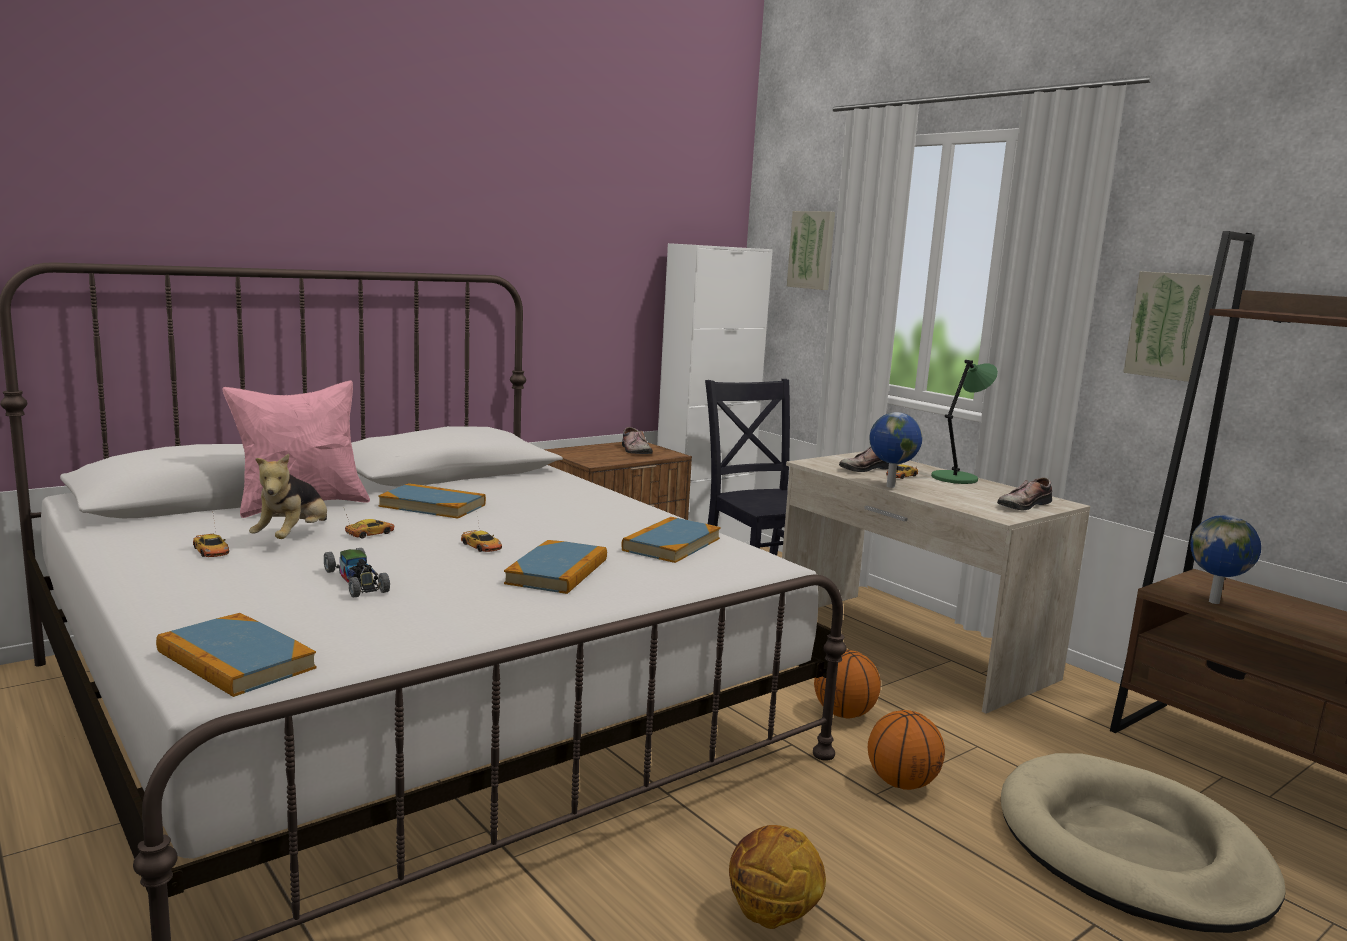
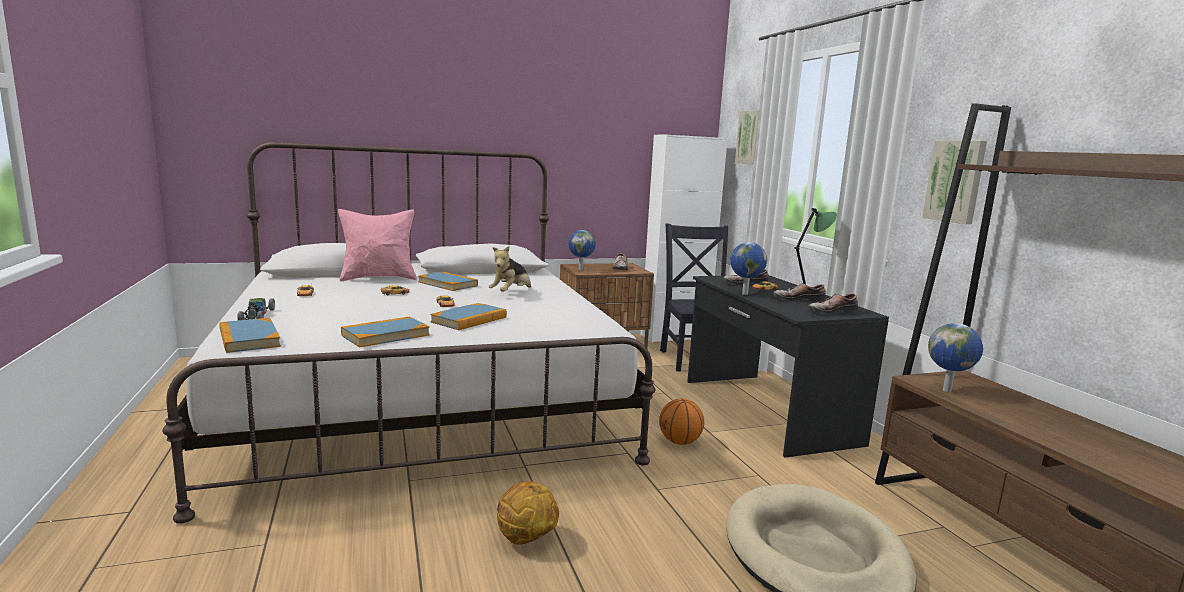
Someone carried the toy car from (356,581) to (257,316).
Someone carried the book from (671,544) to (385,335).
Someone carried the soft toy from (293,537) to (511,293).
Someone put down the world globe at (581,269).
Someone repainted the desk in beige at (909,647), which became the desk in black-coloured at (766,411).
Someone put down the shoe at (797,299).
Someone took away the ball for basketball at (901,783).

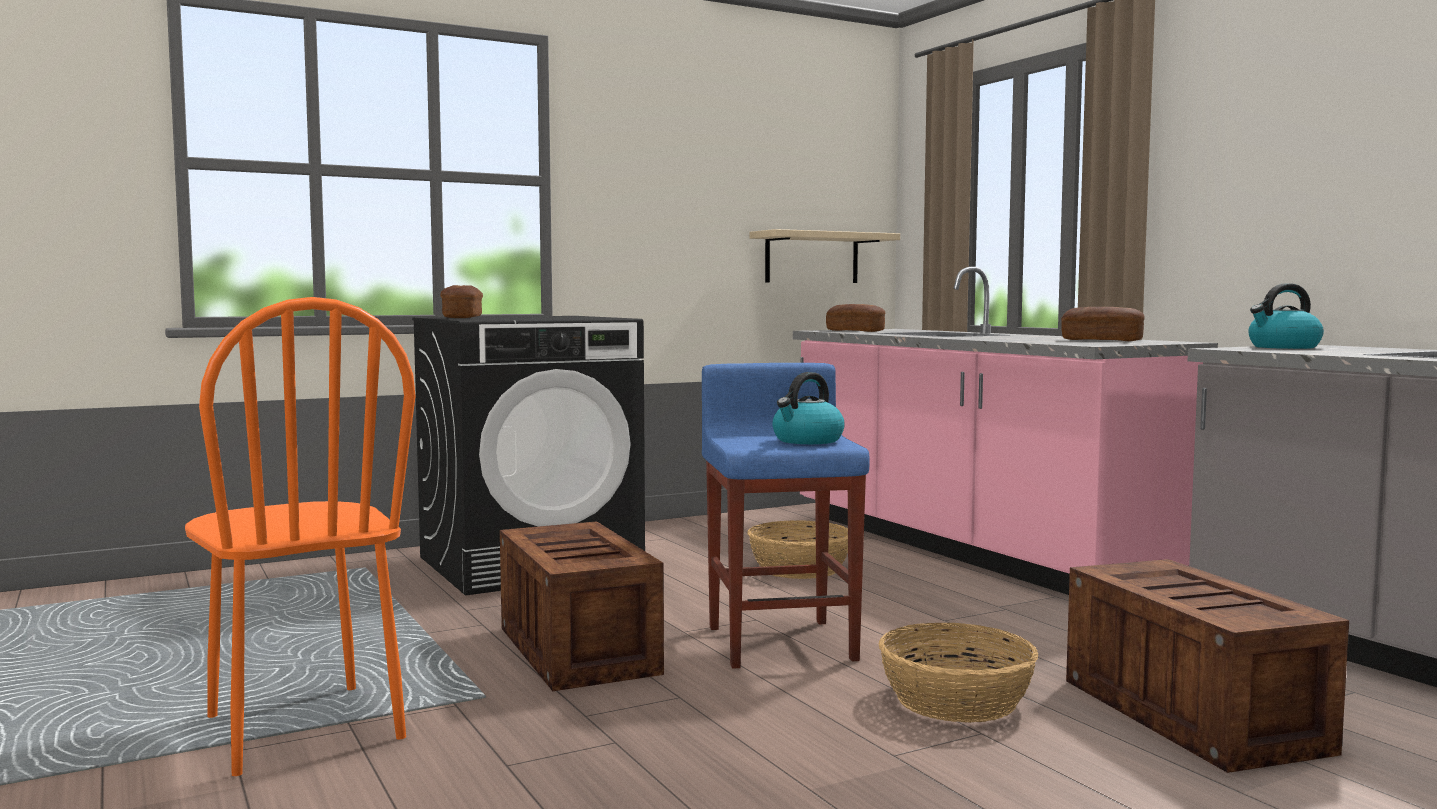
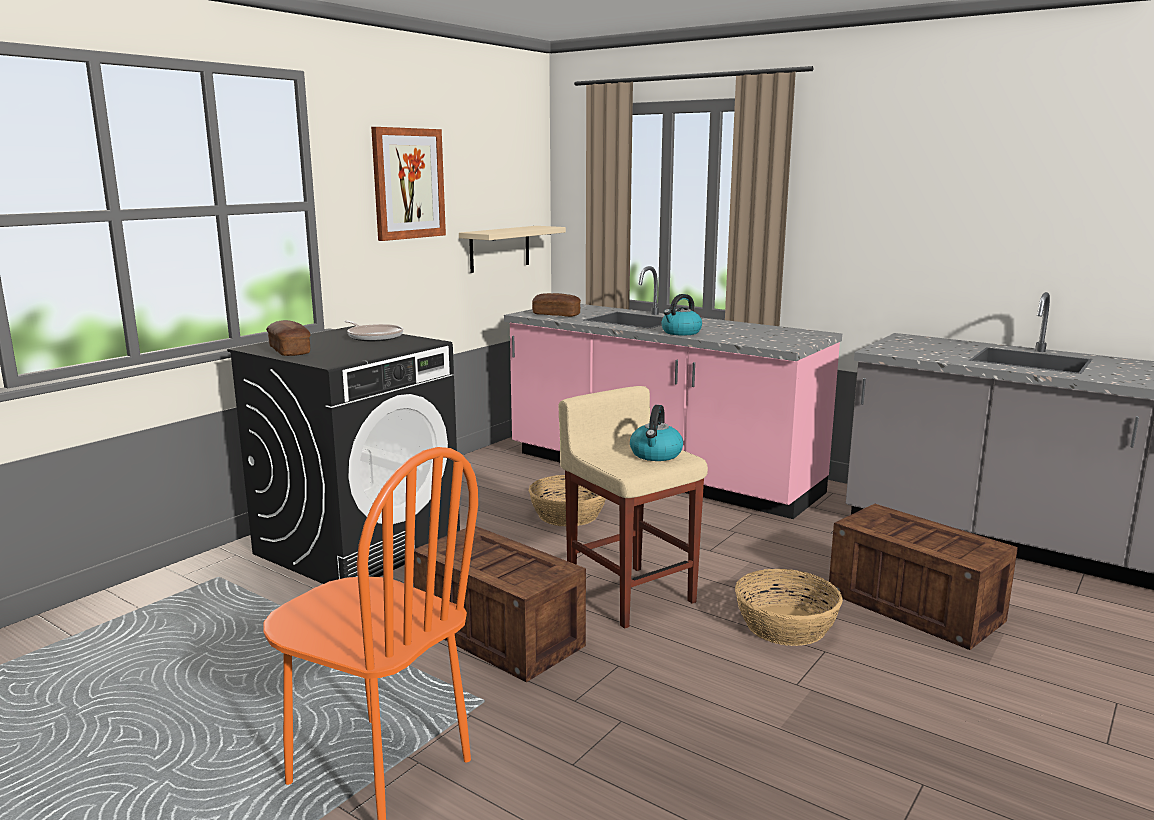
Someone put down the pan at (374,337).
Someone put up the picture at (408,183).
Someone repainted the stool seat in blue at (780,642), which became the stool seat in beige at (630,595).
Someone carried the tea kettle from (1283,347) to (681,332).
Someone took away the bakery bread at (1101,340).

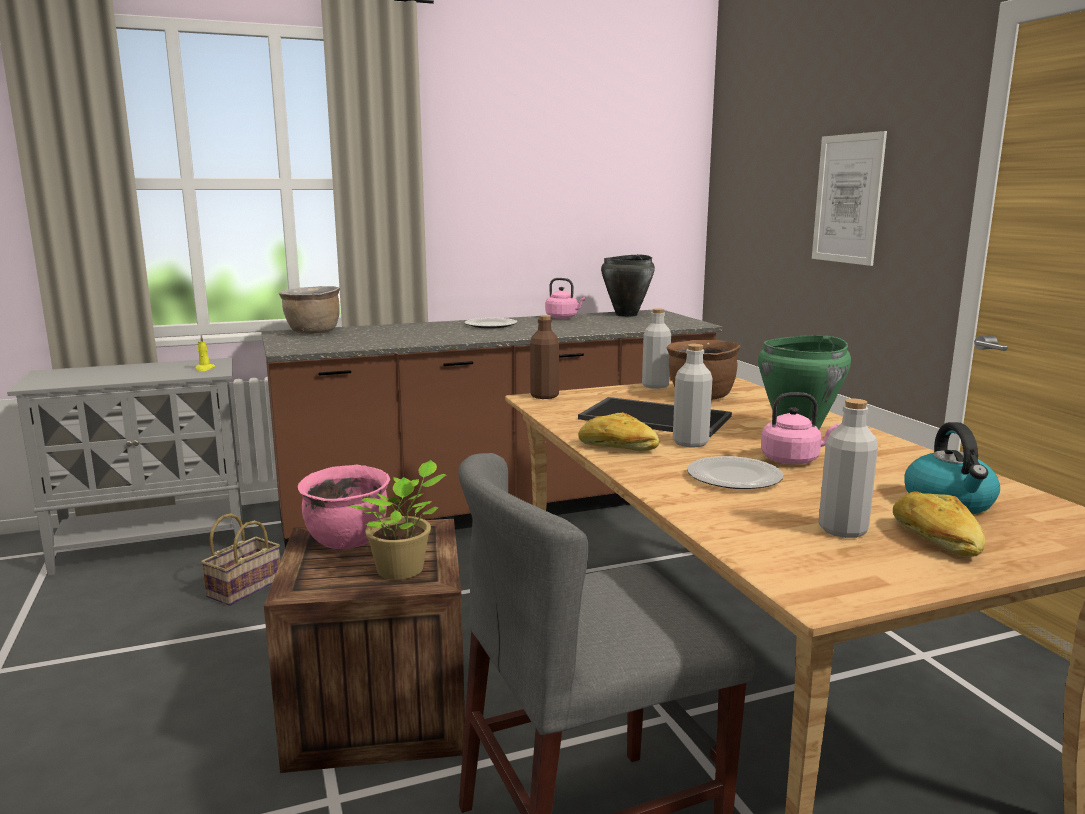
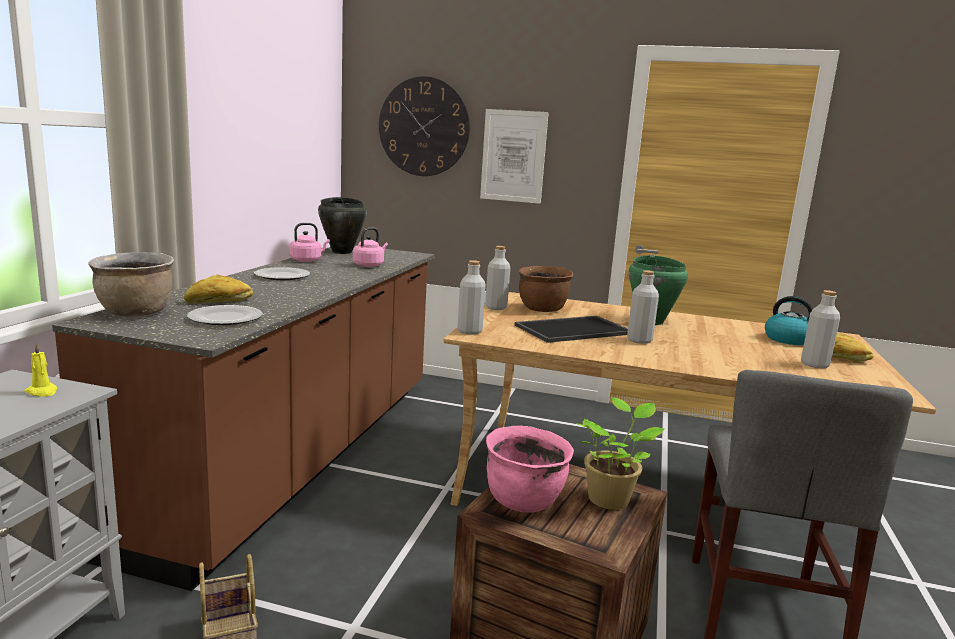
Someone carried the bakery bread from (617,447) to (219,301).
Someone carried the plate from (733,477) to (225,318).
Someone carried the tea kettle in pinkish from (793,460) to (369,265).
Someone put up the wall clock at (424,127).
Someone repainted the drink bottle in brown at (544,396), which became the drink bottle in grey at (469,331).

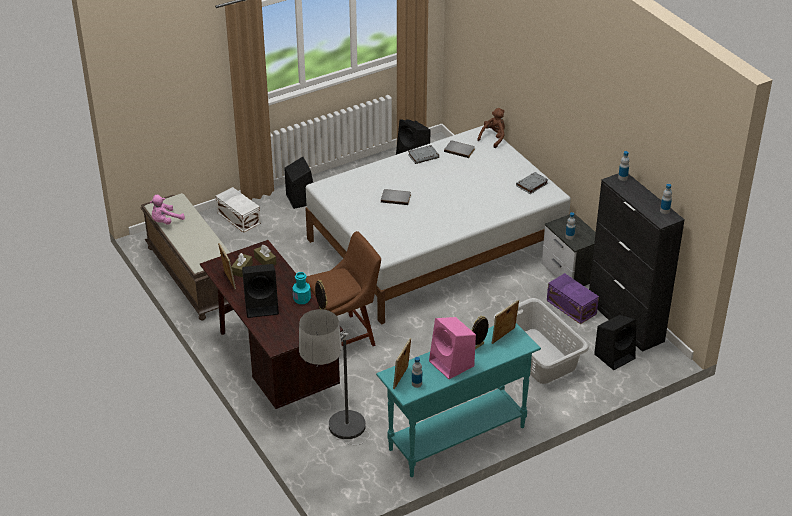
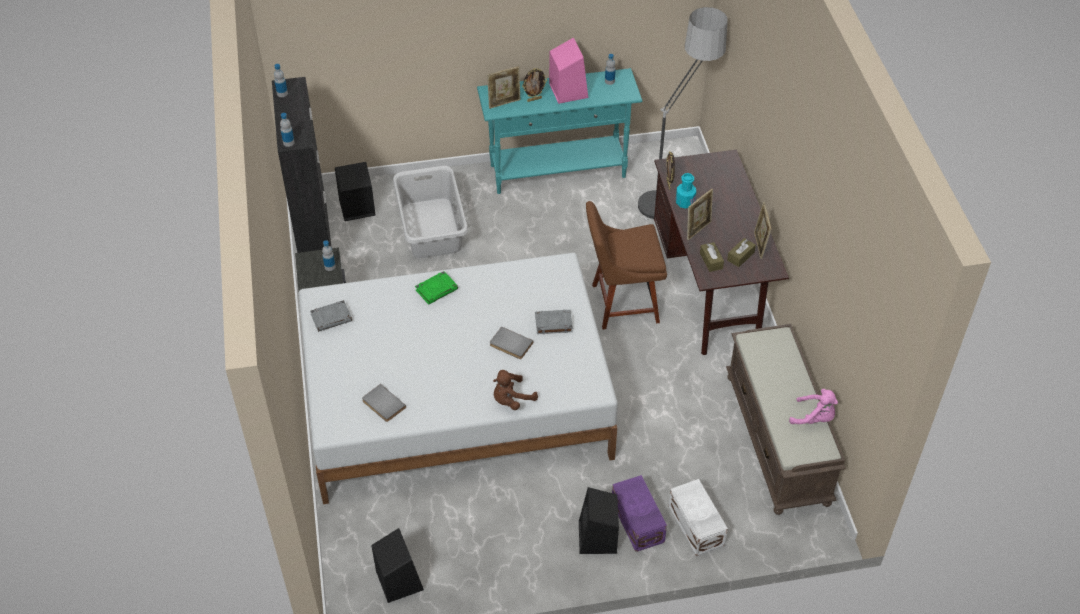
Someone put down the book in green-coloured at (437,289).
Someone carried the soft toy in brown from (493,138) to (511,400).
Someone carried the book in grey from (423,156) to (553,323).
Someone carried the storage bin in purple-coloured from (571,306) to (637,522).
Someone carried the standing frame from (401,378) to (698,229).
Someone rotated the soft toy in pinkish at (165,221) by 45 degrees clockwise.
Someone took away the loudspeaker in black-coloured at (262,306).

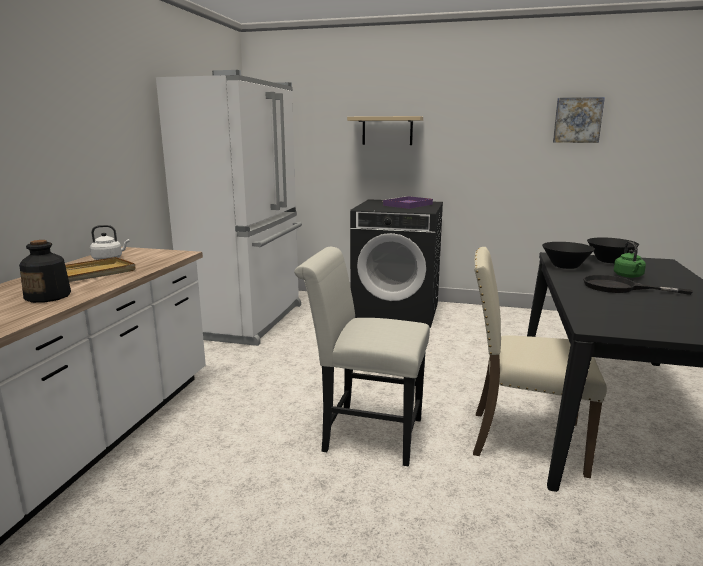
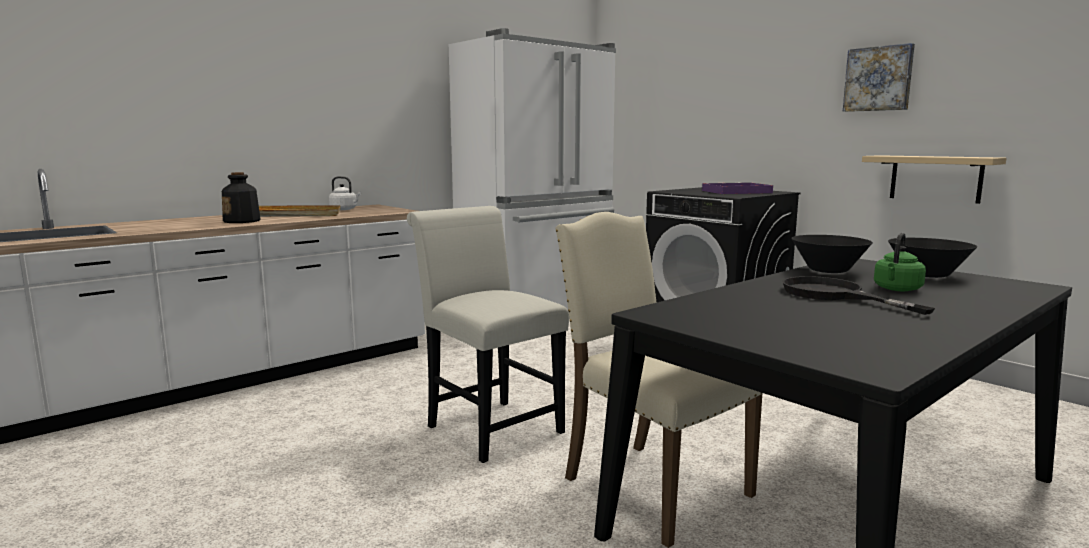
Someone carried the picture from (577,120) to (878,79).
Someone carried the wall shelf in beige from (387,131) to (935,178).

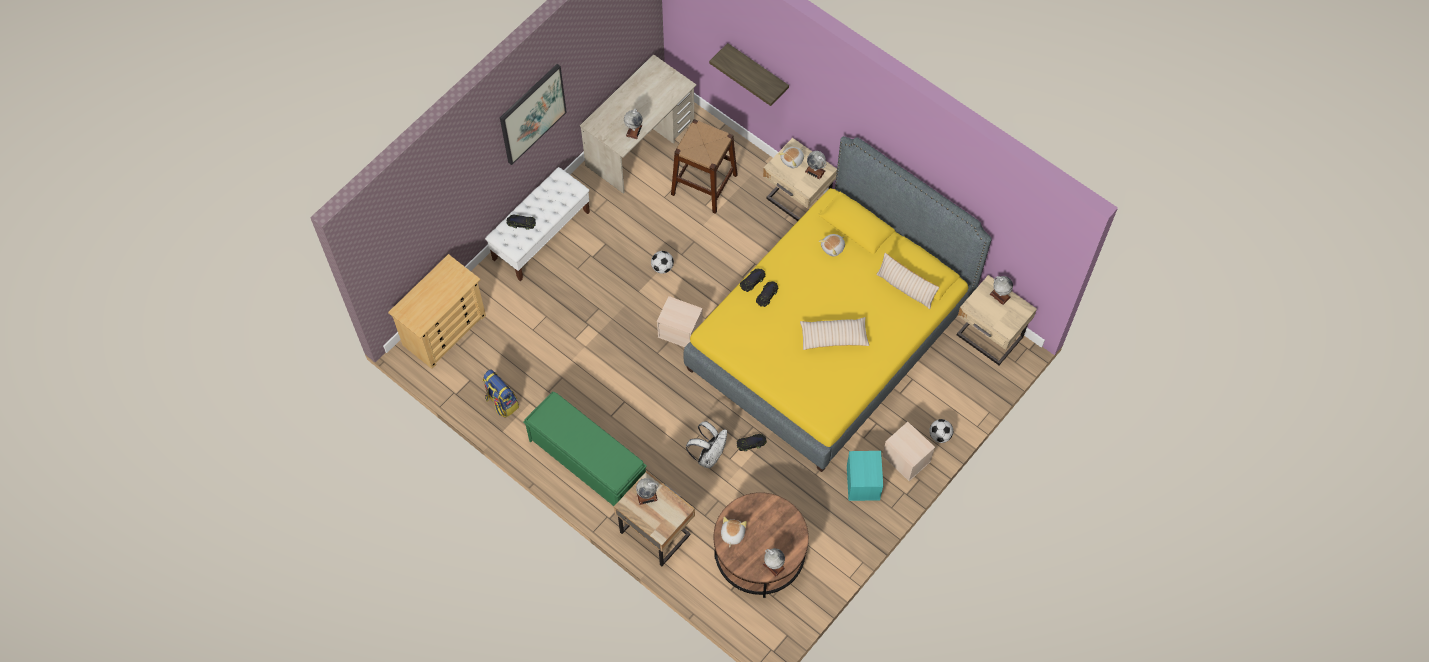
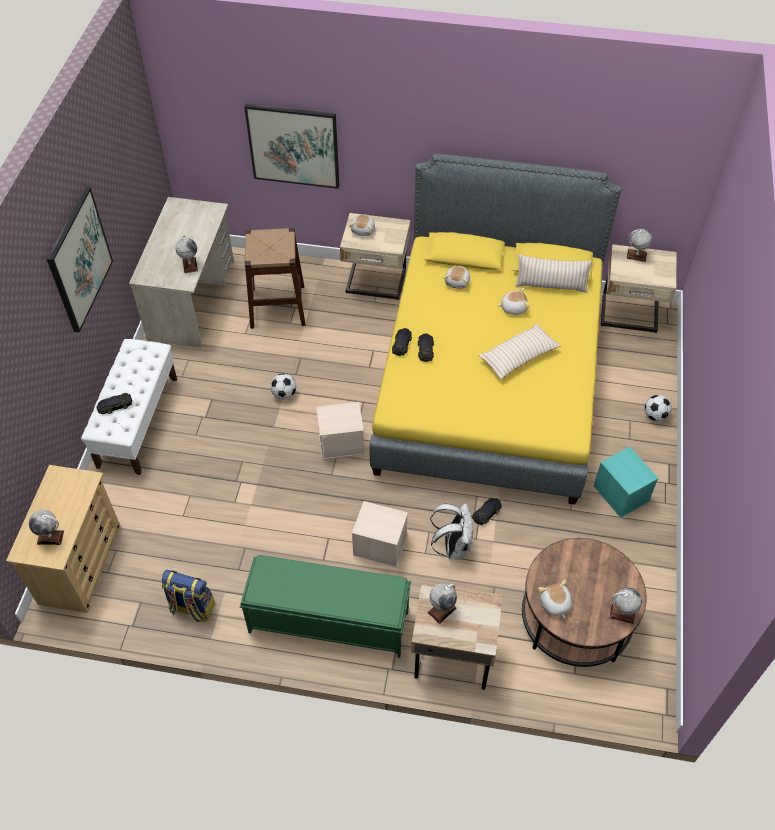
Someone carried the world globe from (815,171) to (50,537).
Someone swapped the wall shelf at (758,71) for the picture at (294,145).
Someone carried the storage bin in beige from (905,458) to (379,545).
Someone put down the soft toy at (513,307).

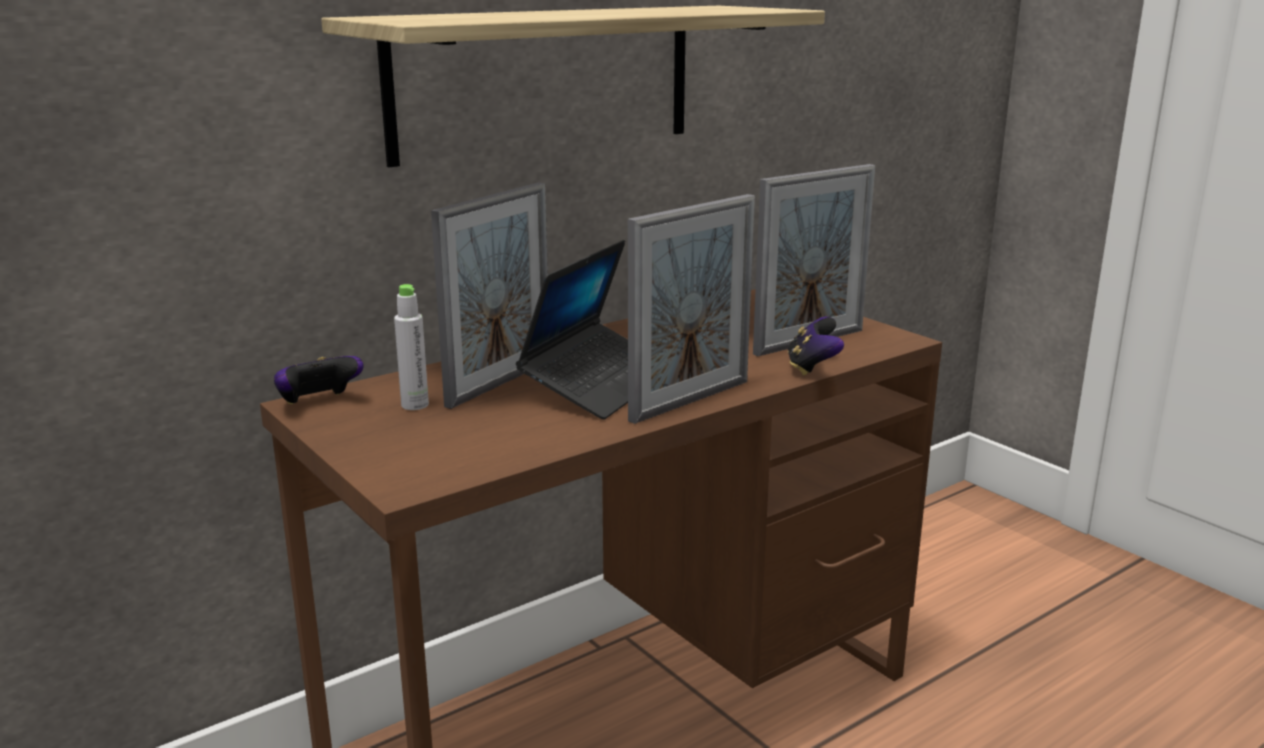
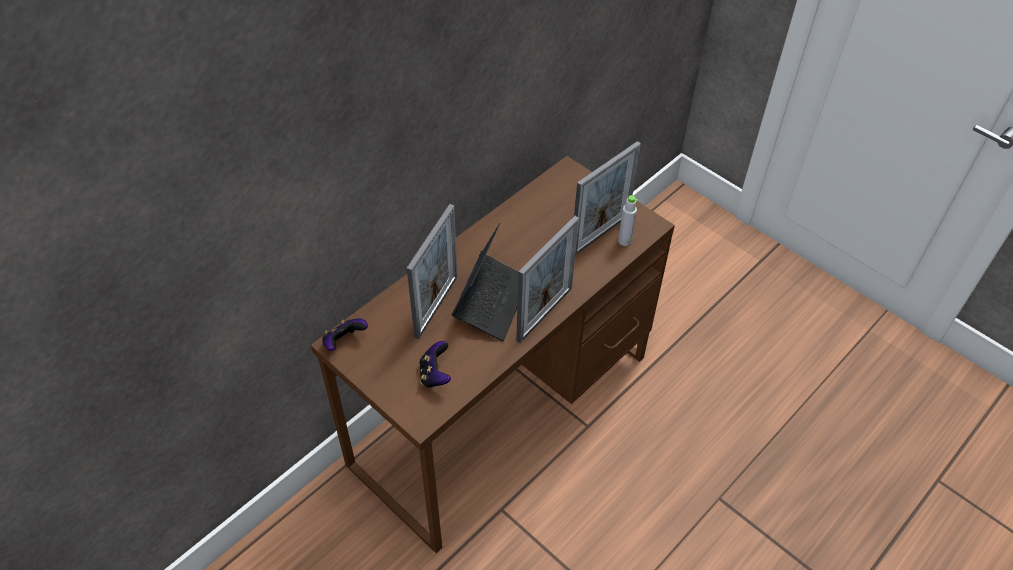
Someone carried the joypad from (812,368) to (435,375).
Someone carried the drink bottle in grey from (415,405) to (624,241).
Someone took away the wall shelf at (545,81).

